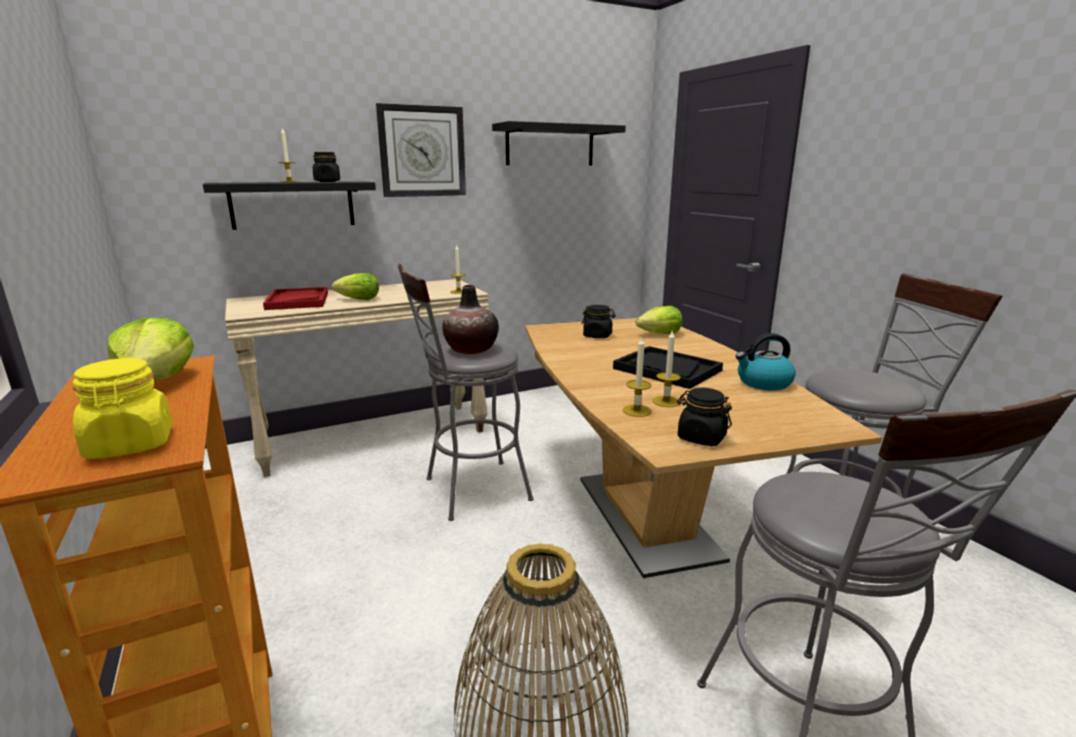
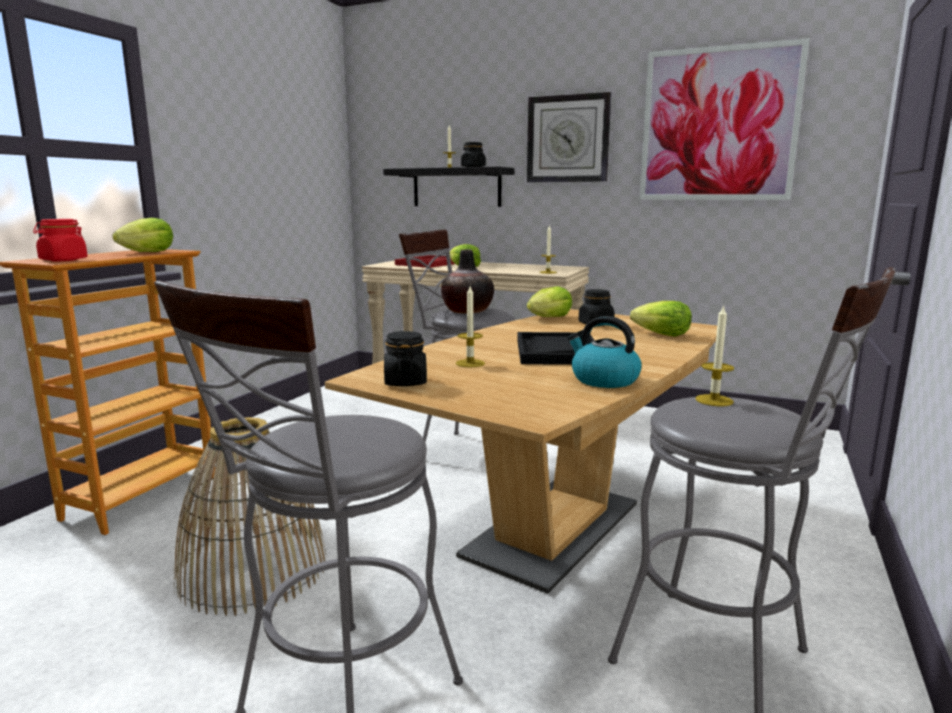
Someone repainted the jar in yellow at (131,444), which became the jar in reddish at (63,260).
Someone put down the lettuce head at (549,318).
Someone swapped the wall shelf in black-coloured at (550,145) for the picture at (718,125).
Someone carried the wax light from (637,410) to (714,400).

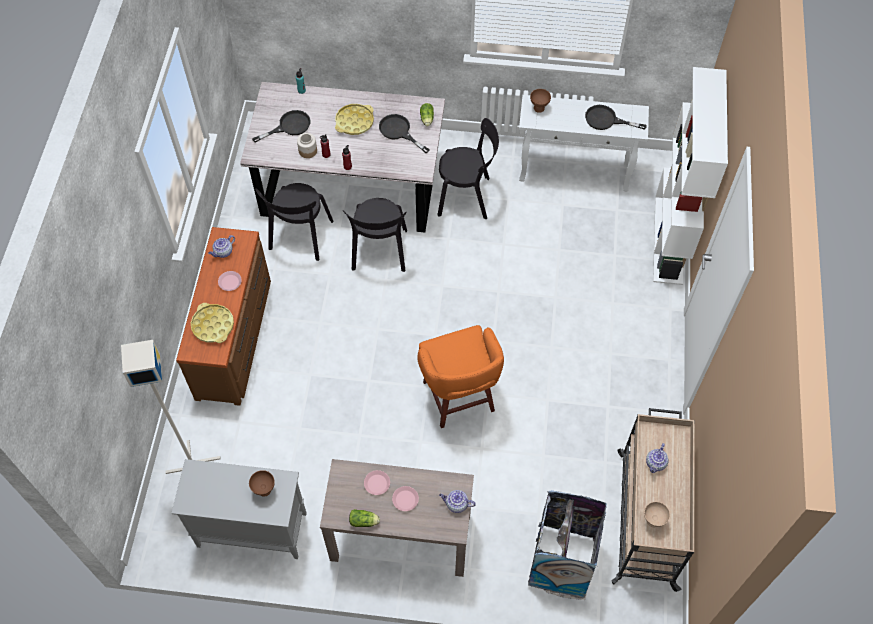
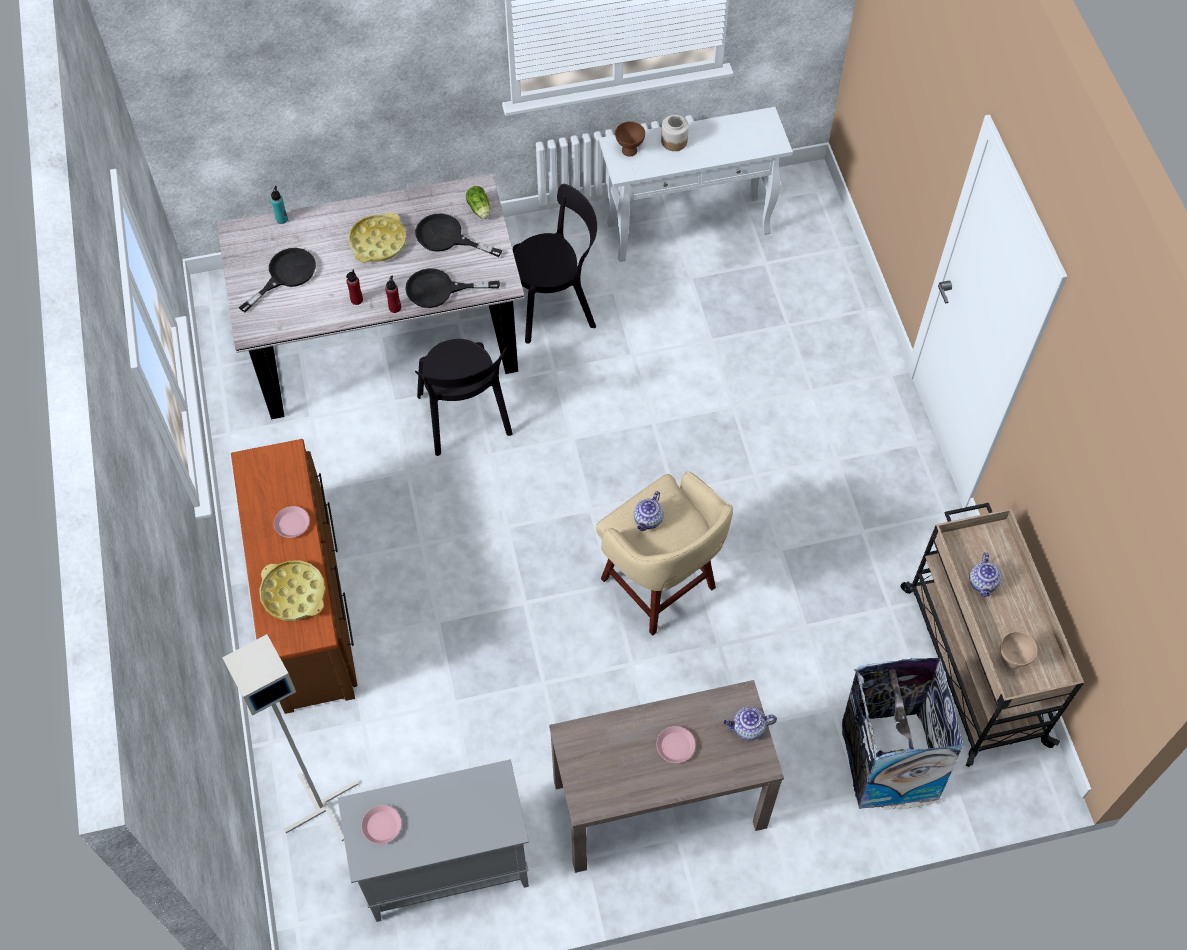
Someone carried the plate in pinkish from (377,483) to (381,826).
Someone carried the pan in black-coloured from (606,120) to (439,290).
Someone repainted the stool seat in orange-coloured at (459,398), which became the stool seat in beige at (661,586).
Someone carried the tea pot from (223,252) to (648,520).
Someone carried the jar from (308,151) to (674,141).
Someone took away the bowl in brown at (264,489).
Someone took away the upright chair in black-coloured at (300,237).
Someone took away the lettuce head at (365,521).
Someone took away the shelving unit in white-coloured at (669,240).

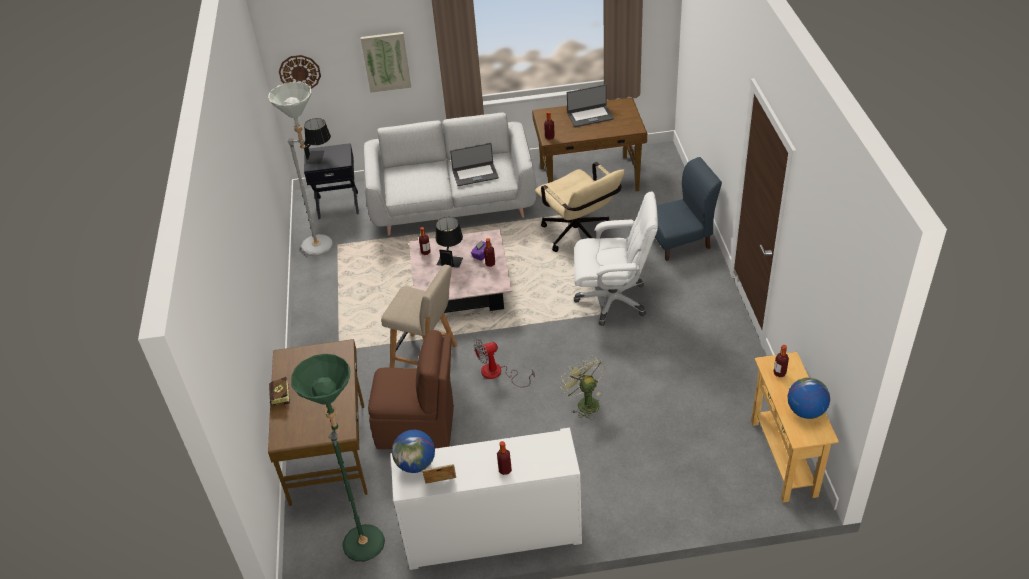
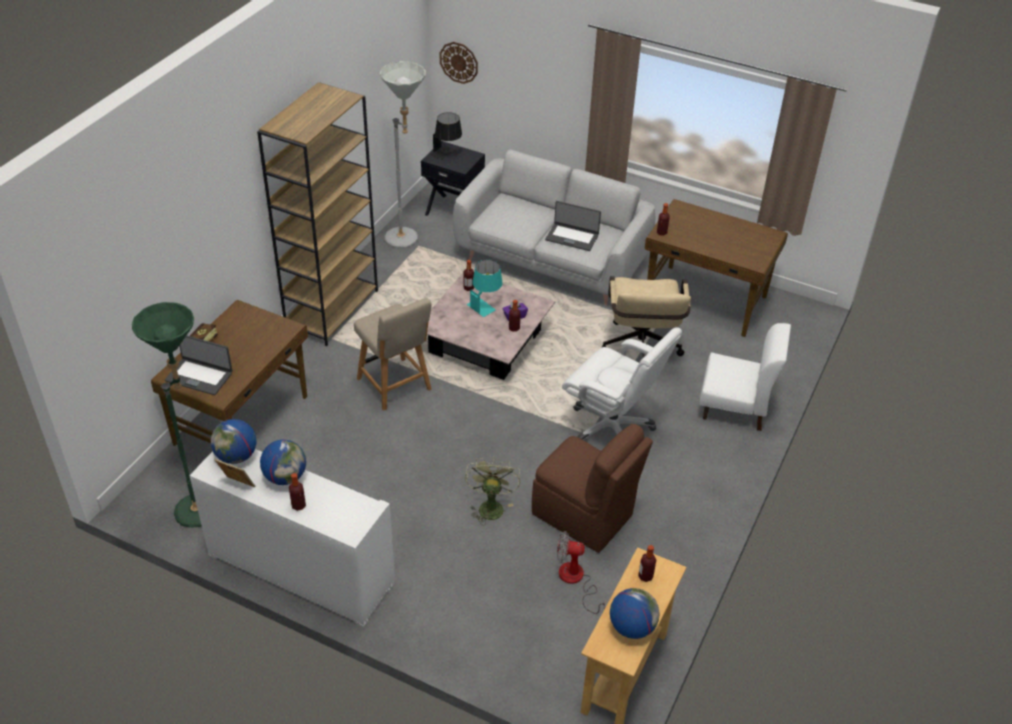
Someone carried the portable computer from (590,116) to (199,376).
Someone put down the shelving unit in brown at (332,310).
Someone put down the world globe at (285,477).
Someone repainted the table lamp in black-coloured at (451,257), which became the table lamp in turquoise at (485,304).
Someone carried the upright chair in brown from (418,427) to (584,516).
Someone carried the electric fan from (498,373) to (576,580).
Someone repainted the upright chair in blue at (679,241), which became the upright chair in white-coloured at (735,407).
Someone took away the picture at (386,61).

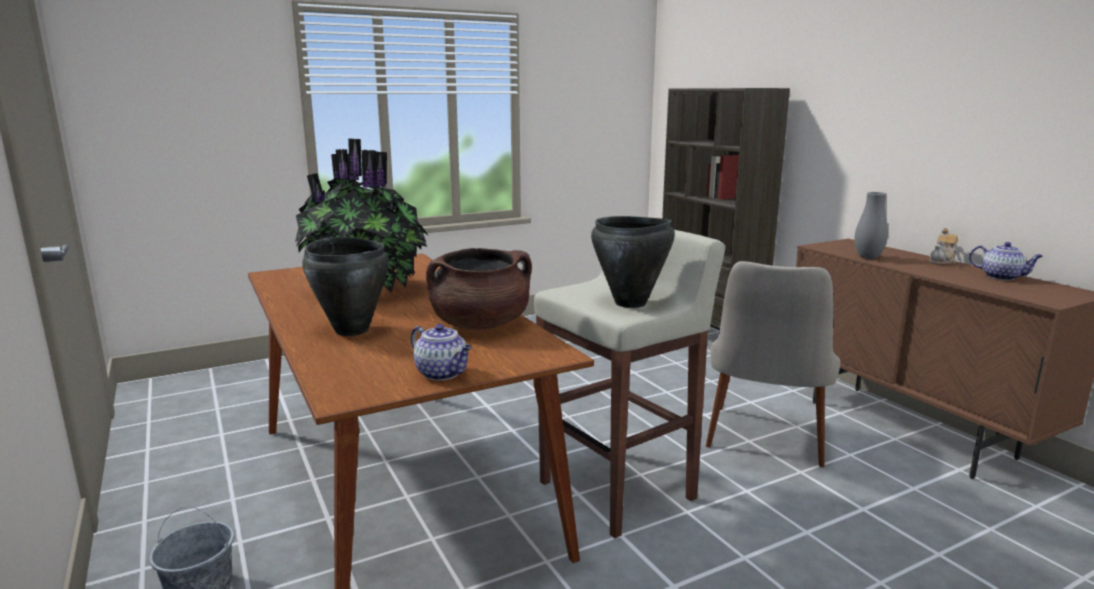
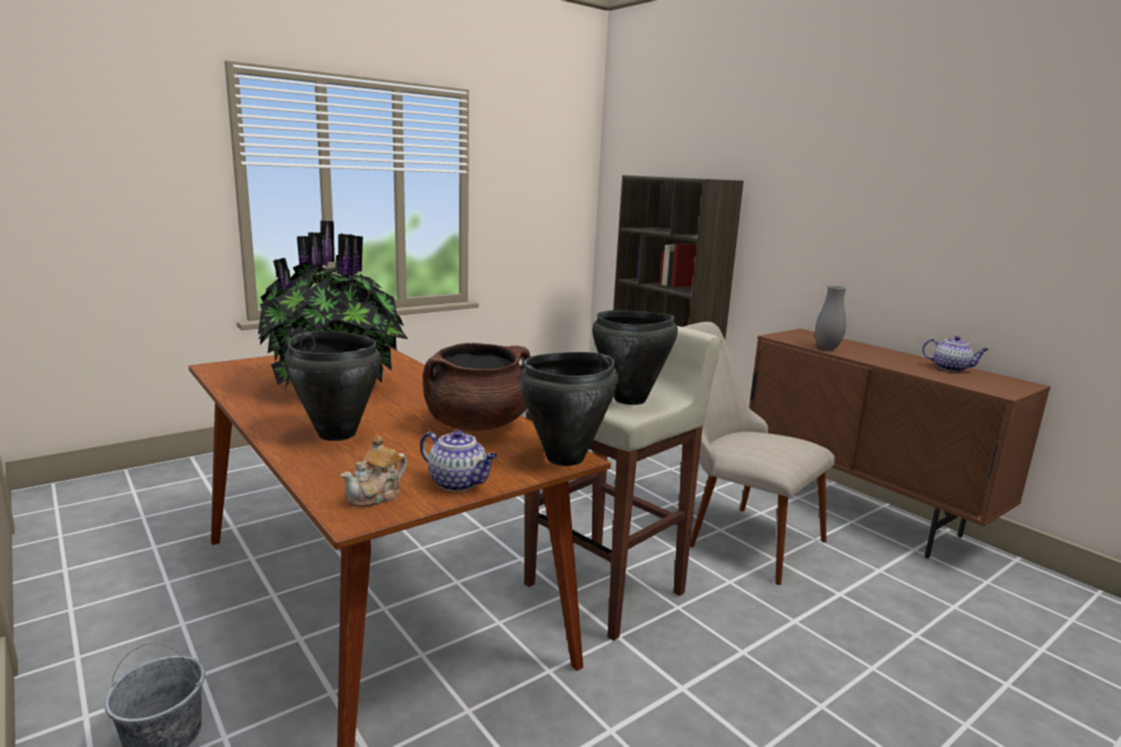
Someone carried the tea pot from (942,261) to (376,495).
Someone put down the saucepot in black-coloured at (566,458).
Someone rotated the upright chair in beige at (764,446) by 120 degrees clockwise.

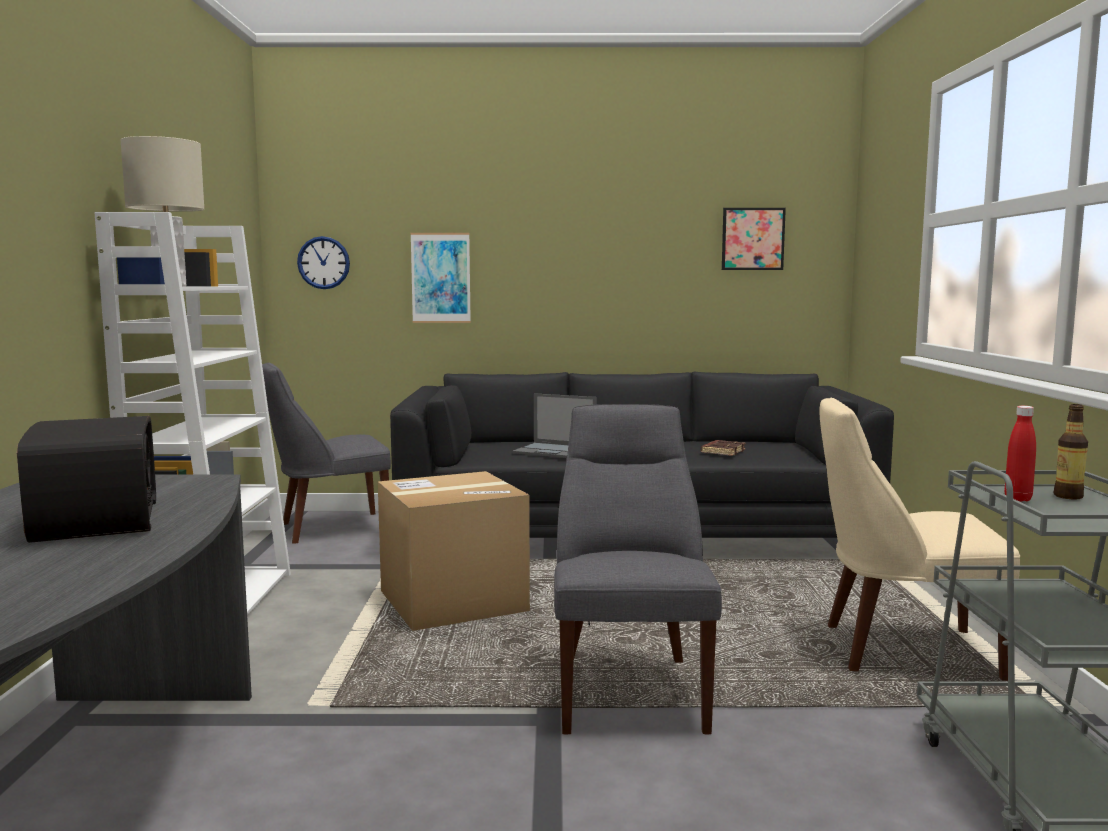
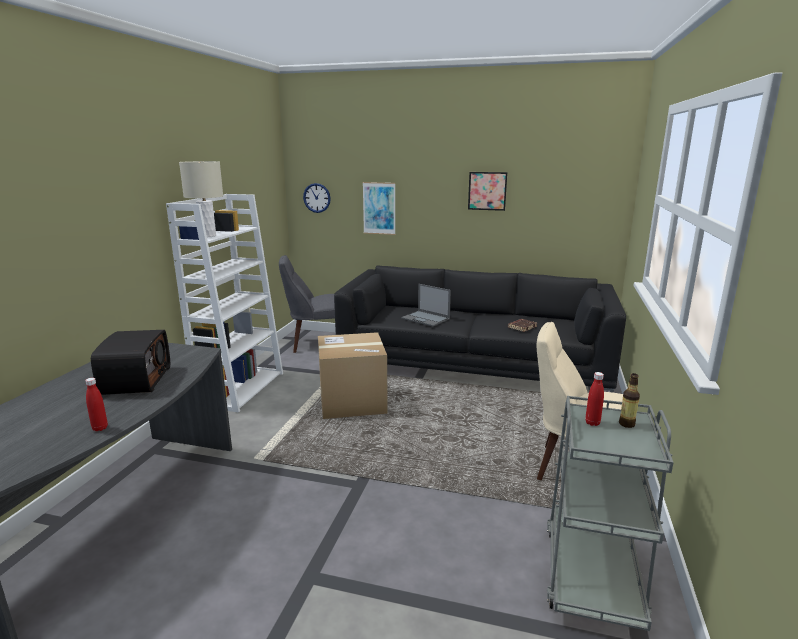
Someone put down the drink bottle in reddish at (100,428).
Someone carried the picture from (753,239) to (487,191).
Someone took away the upright chair in grey at (629,689).

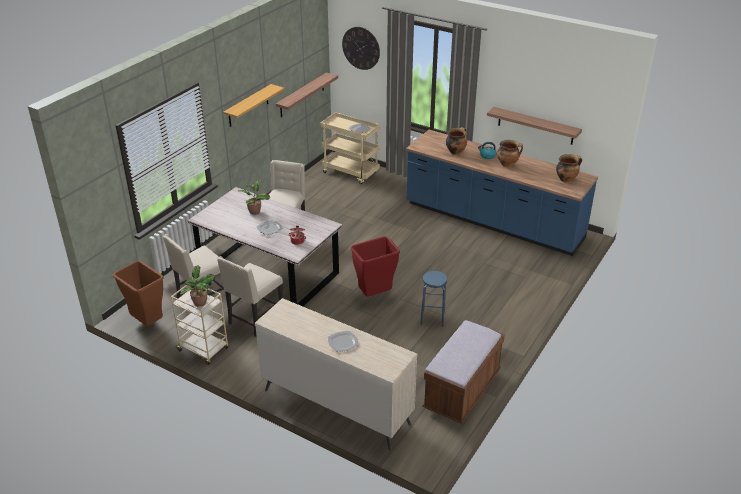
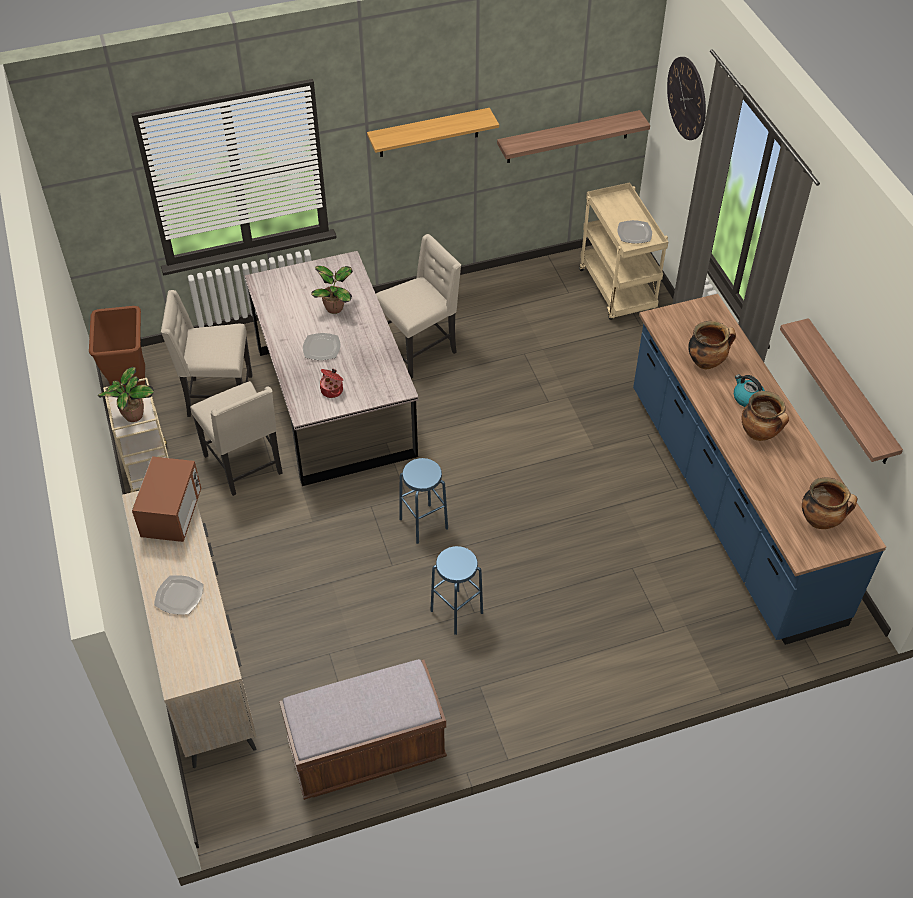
Someone put down the microwave oven at (172,515).
Someone rotated the upright chair in beige at (255,320) by 105 degrees counterclockwise.
Someone swapped the trash can in reddish at (375,295) for the stool seat in blue at (423,523).

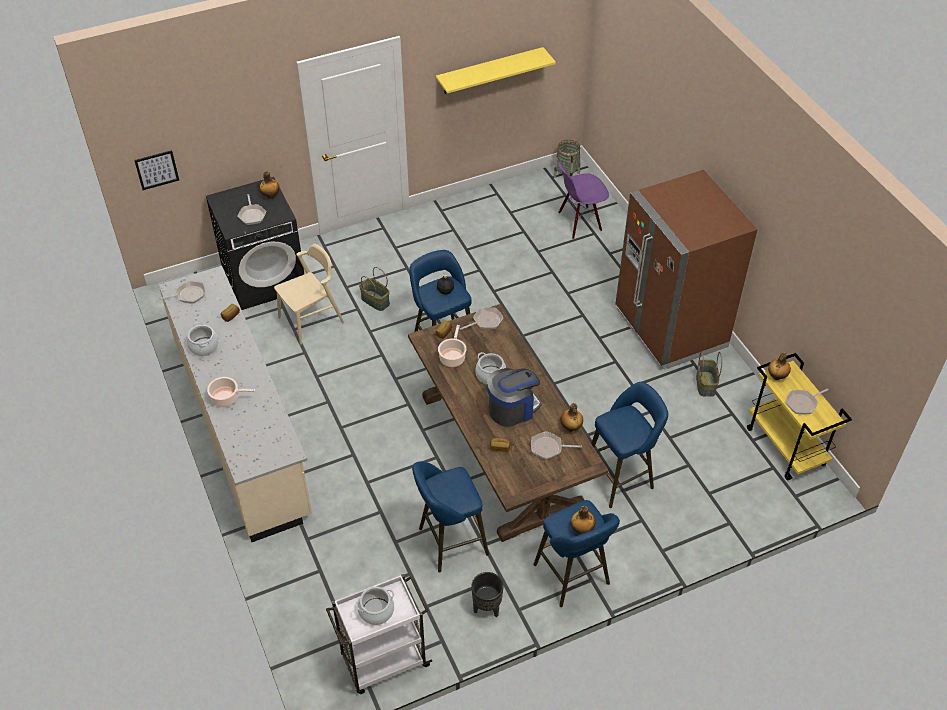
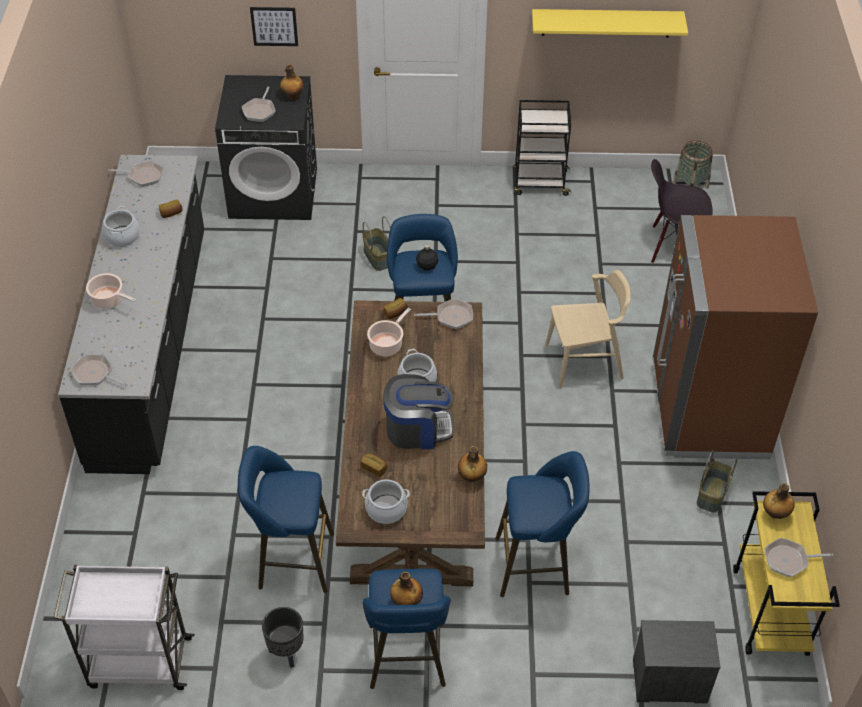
Someone repainted the counter in beige at (243,428), which became the counter in black-coloured at (152,347).
Someone carried the pan from (549,448) to (95,374).
Someone carried the picture from (157,170) to (274,26).
Someone carried the saucepot from (376,611) to (386,509).
Someone put down the wheeled cart in black-coloured at (539,183).
Someone carried the upright chair in beige from (311,320) to (584,361).
Someone put down the bedside table at (668,679).
Someone repainted the upright chair in purple-coloured at (579,222), which became the upright chair in black-coloured at (672,246).

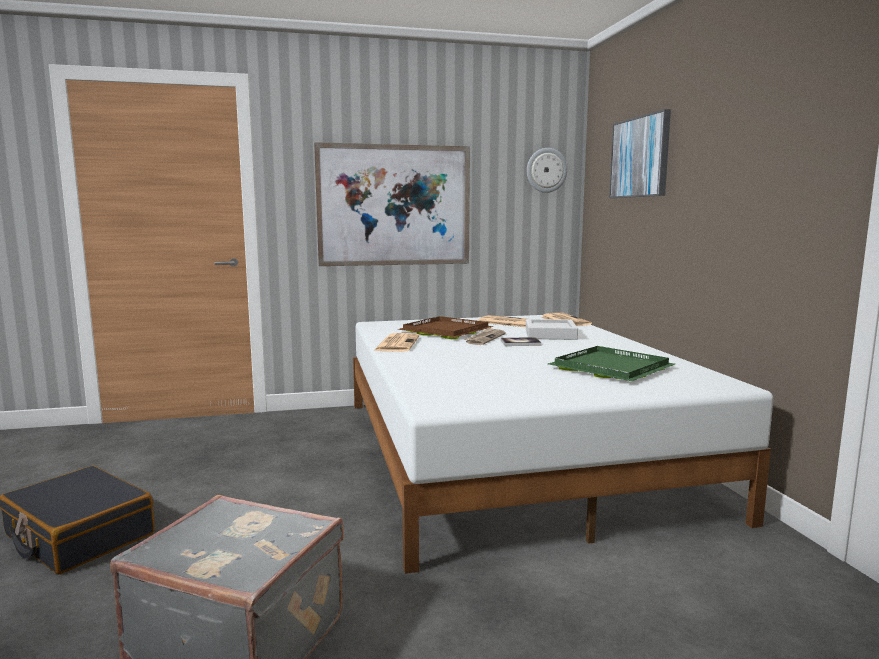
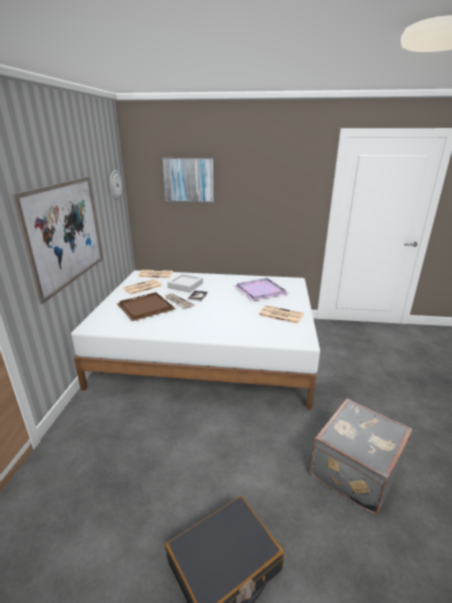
Someone repainted the tray in green-coloured at (613,368), which became the tray in purple-coloured at (261,290).
Someone carried the daily paper from (396,343) to (280,315).

